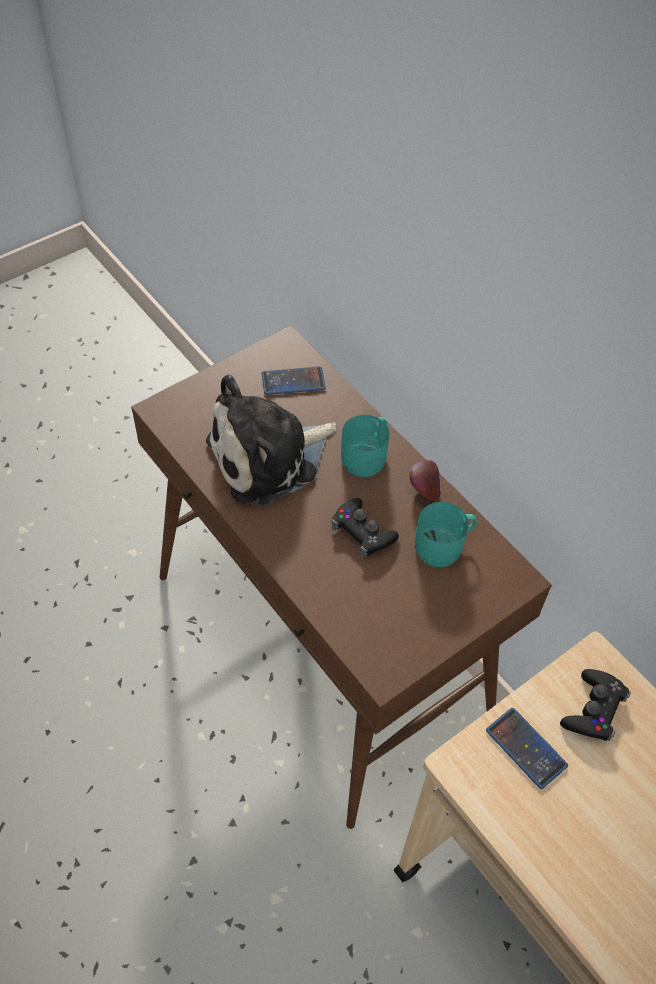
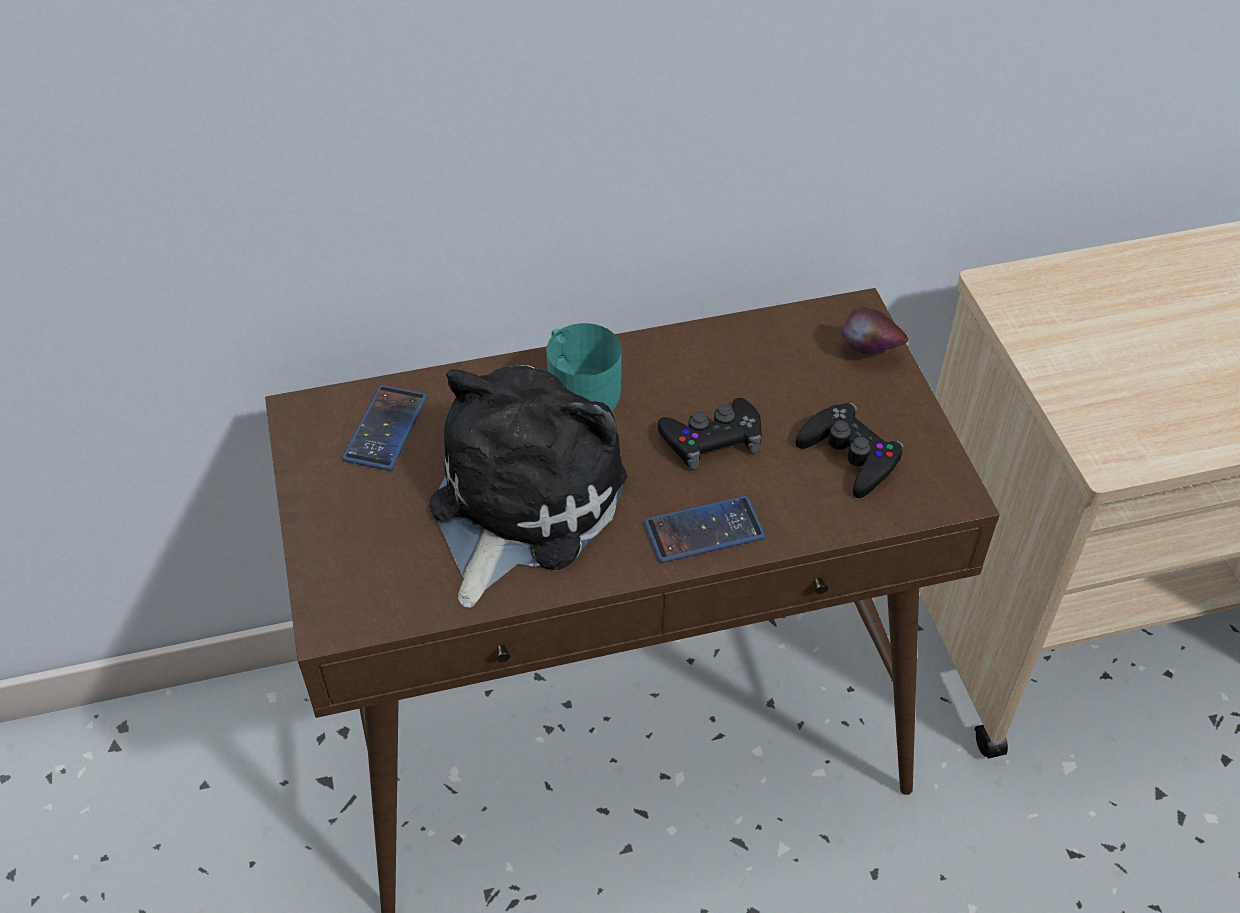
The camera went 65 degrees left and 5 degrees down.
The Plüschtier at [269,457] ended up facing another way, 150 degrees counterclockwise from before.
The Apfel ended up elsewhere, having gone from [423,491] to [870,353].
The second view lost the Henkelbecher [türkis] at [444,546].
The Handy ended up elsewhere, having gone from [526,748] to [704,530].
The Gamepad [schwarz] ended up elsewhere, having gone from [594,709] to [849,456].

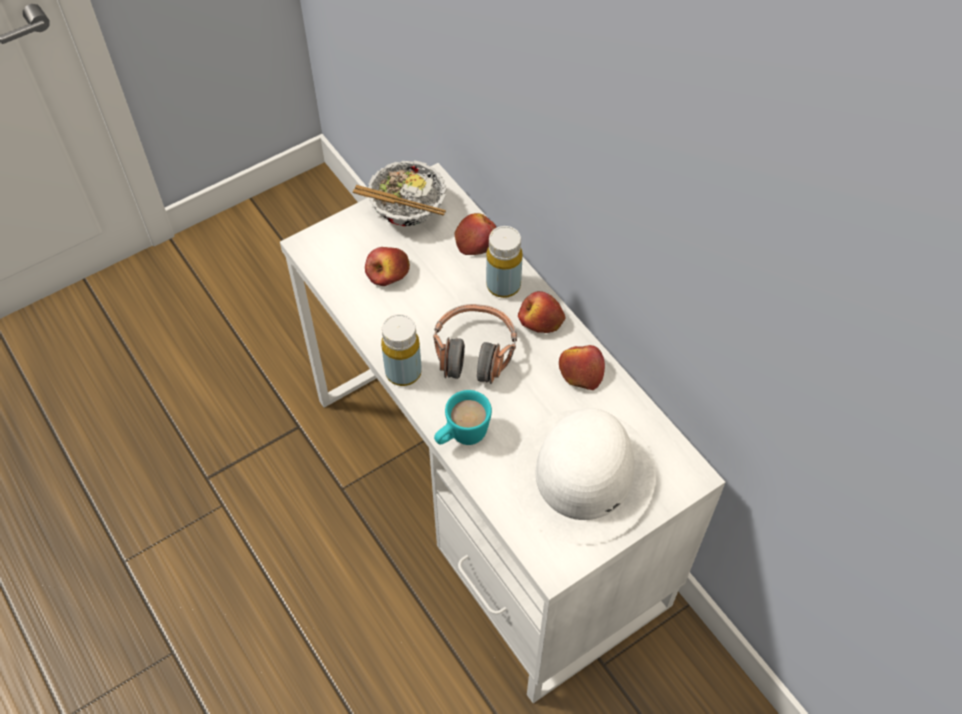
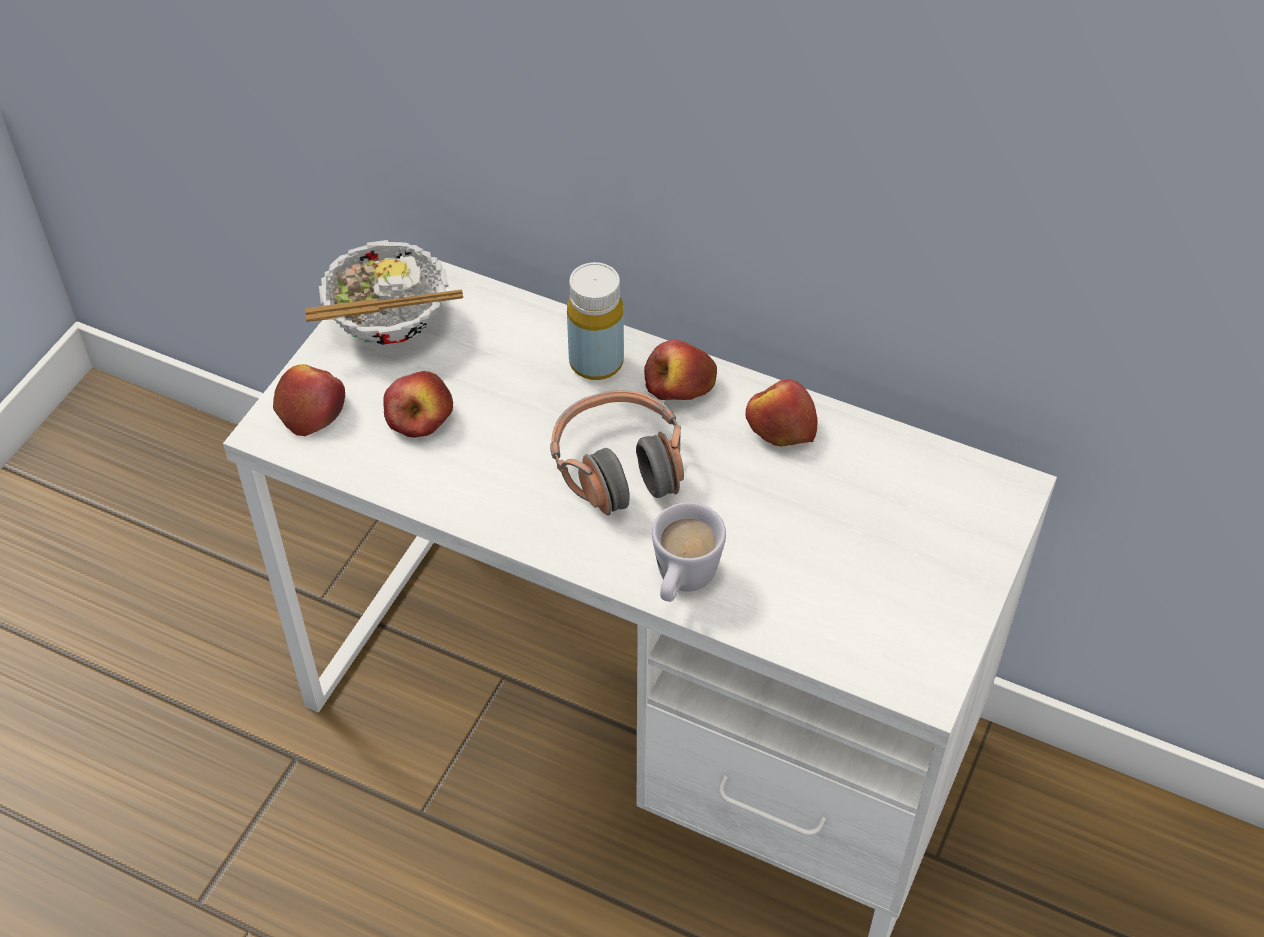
The camera went 30 degrees left and 5 degrees down.
The second view lost the Flasche [gelb] at [403,372].
What was the Henkelbecher [türkis] at [461,436] turned into the Henkelbecher [weiß] at [682,582].
The Apfel ended up elsewhere, having gone from [476,240] to [310,408].
The second view lost the Hut [weiß] at [584,475].

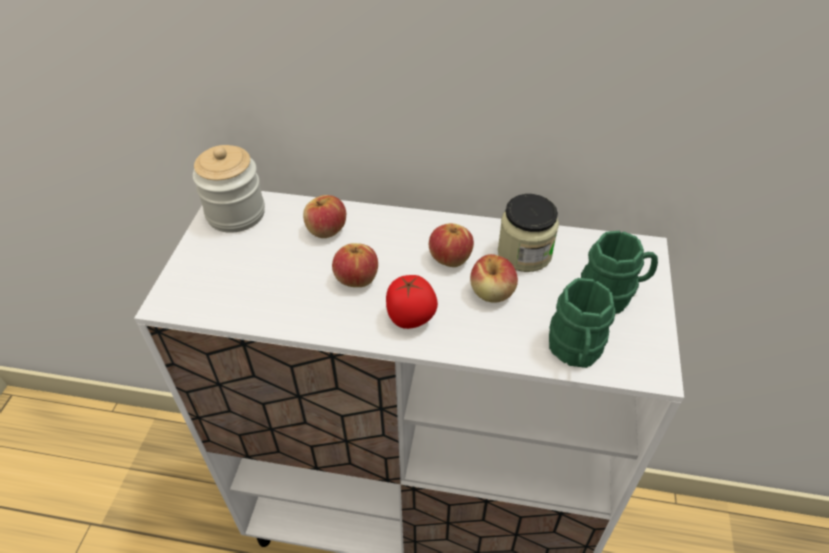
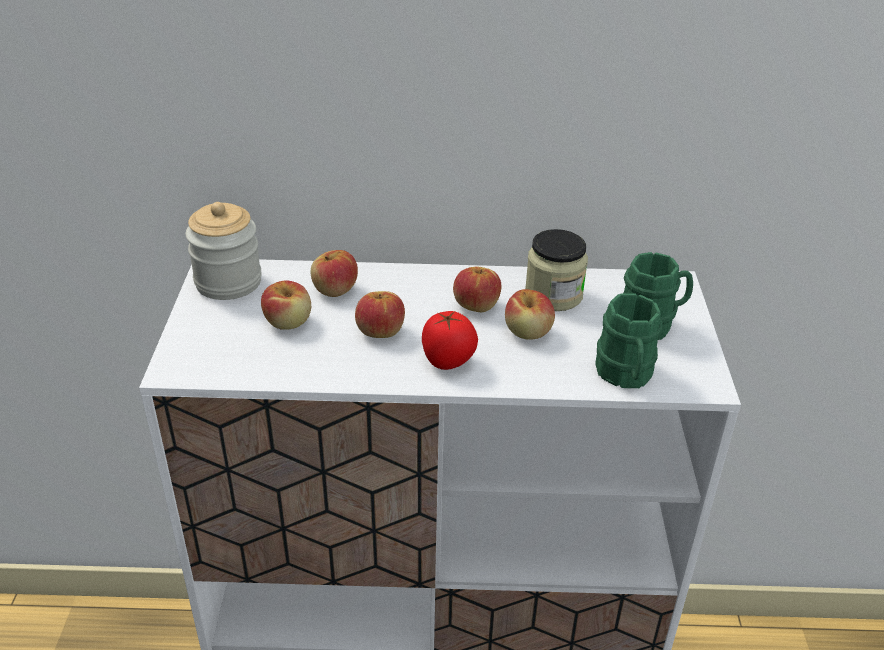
The camera went 10 degrees left and 10 degrees down.
The second view gained the Apfel at [288,322].

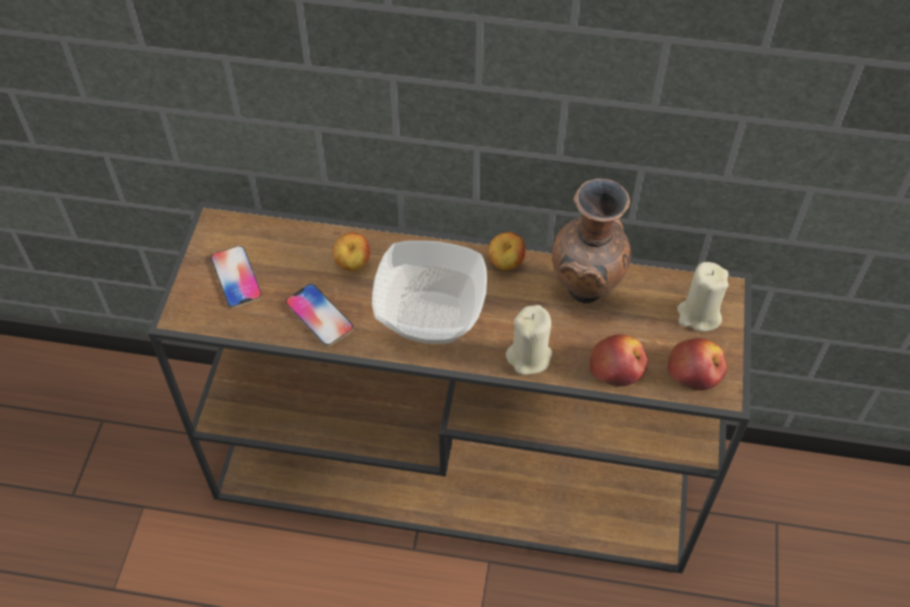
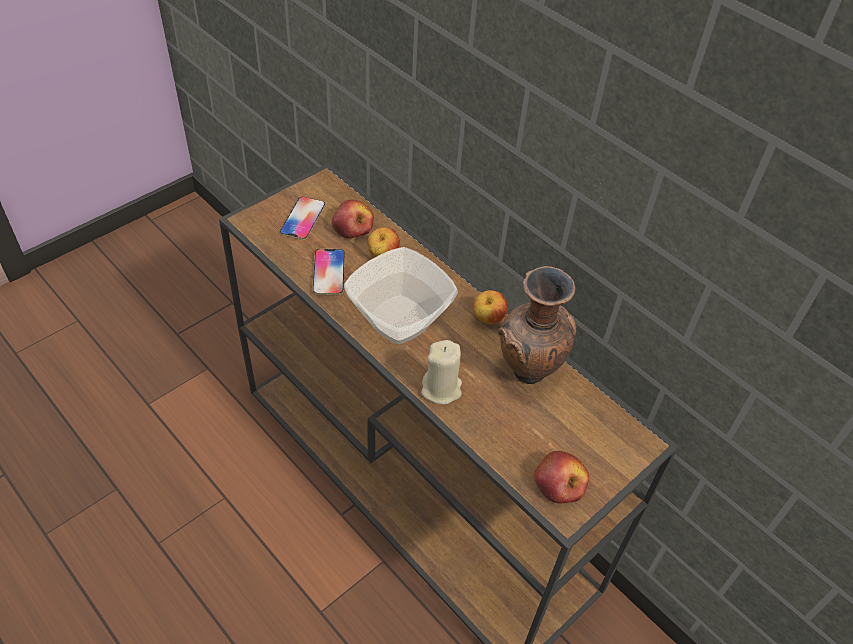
The camera went 35 degrees right and 5 degrees down.
The Apfel ended up elsewhere, having gone from [618,366] to [353,227].
The second view lost the Kerze [beige] at [698,315].

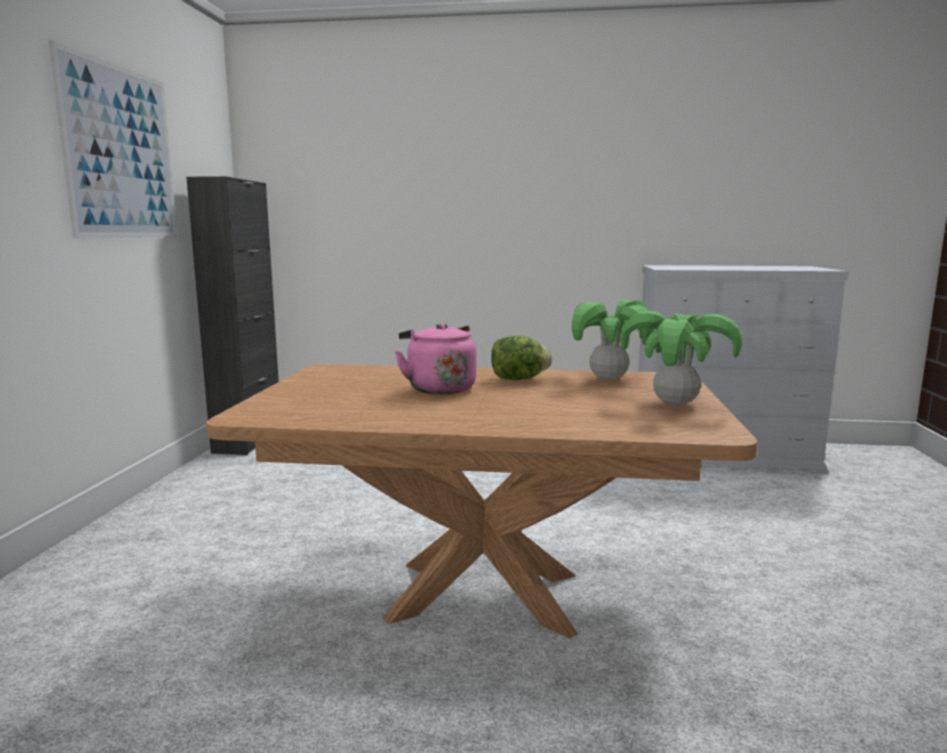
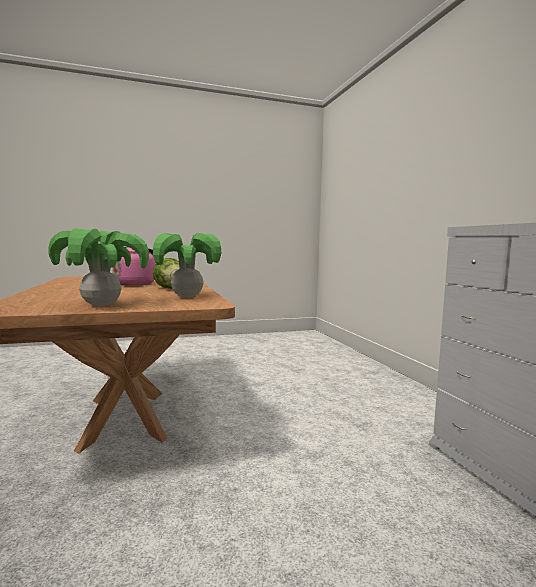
The camera went 65 degrees right and 5 degrees down.
The second view lost the Bild at [121,153].
The second view lost the Schrank [schwarz] at [248,441].

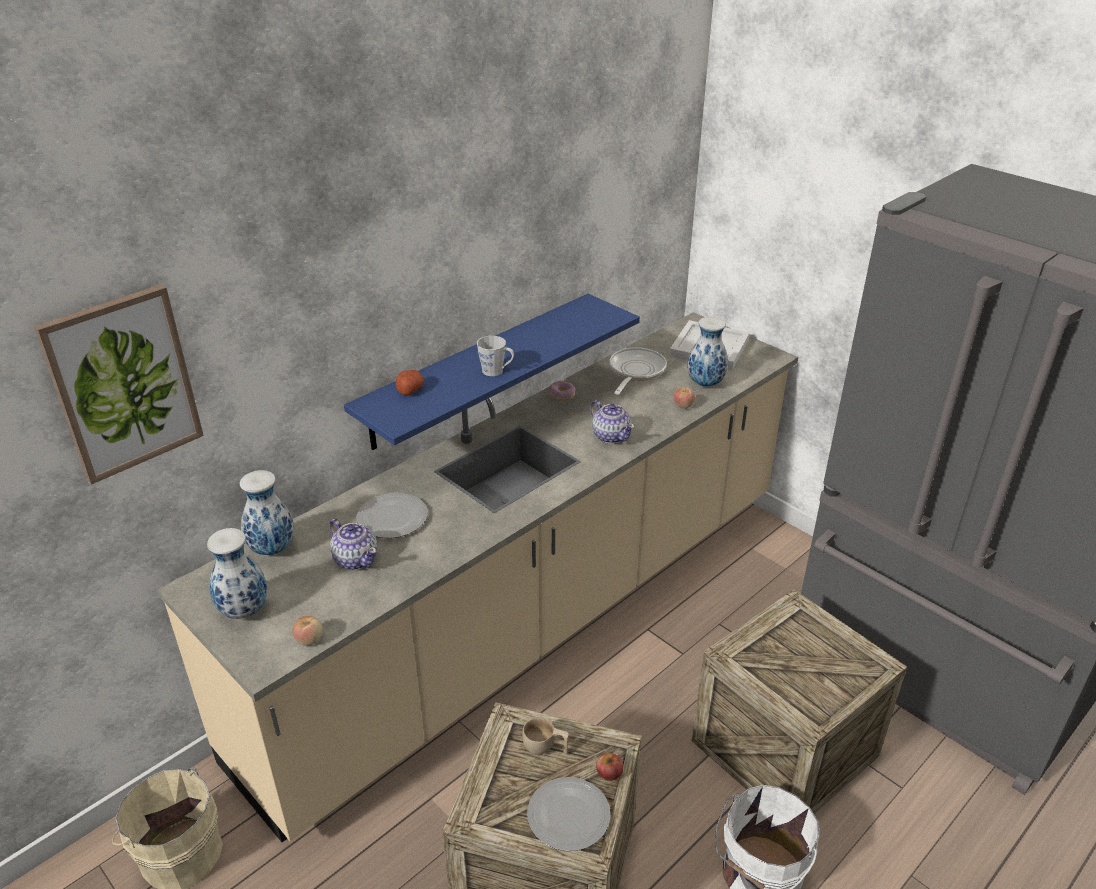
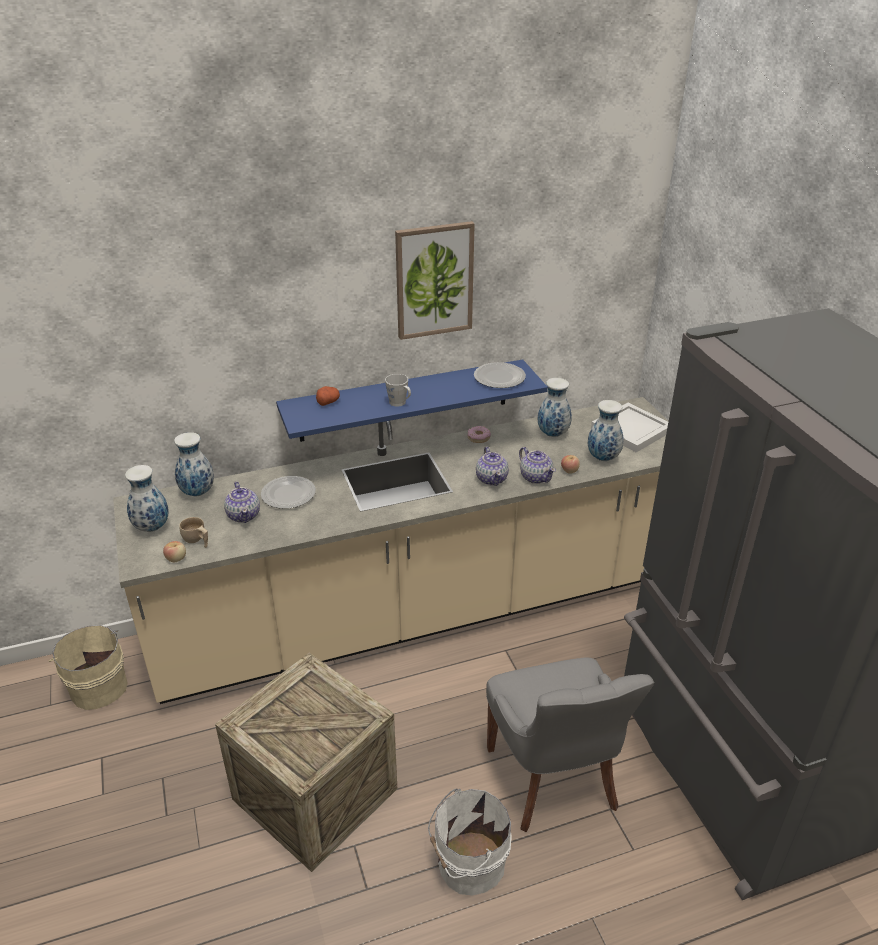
The camera went 25 degrees right and 0 degrees up.
The Bild ended up elsewhere, having gone from [123,383] to [434,280].
The Tasse [beige] ended up elsewhere, having gone from [545,748] to [197,541].
The Teller ended up elsewhere, having gone from [567,816] to [498,378].
The second view lost the Apfel at [609,772].
Where the Pfanne stood at [635,372], the Vase came to stand at [552,434].
Where the Kiste stood at [784,748], the Stuhl [grau] came to stand at [554,780].
The second view gained the Teekanne at [536,477].

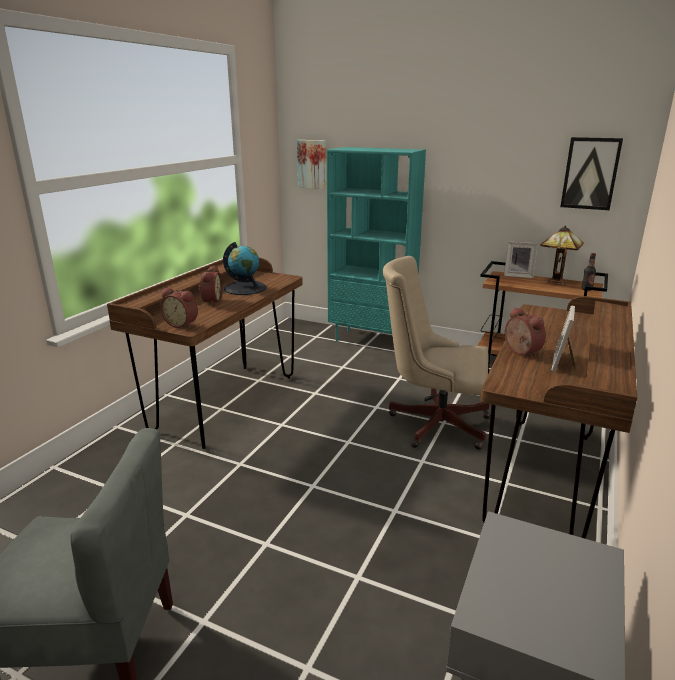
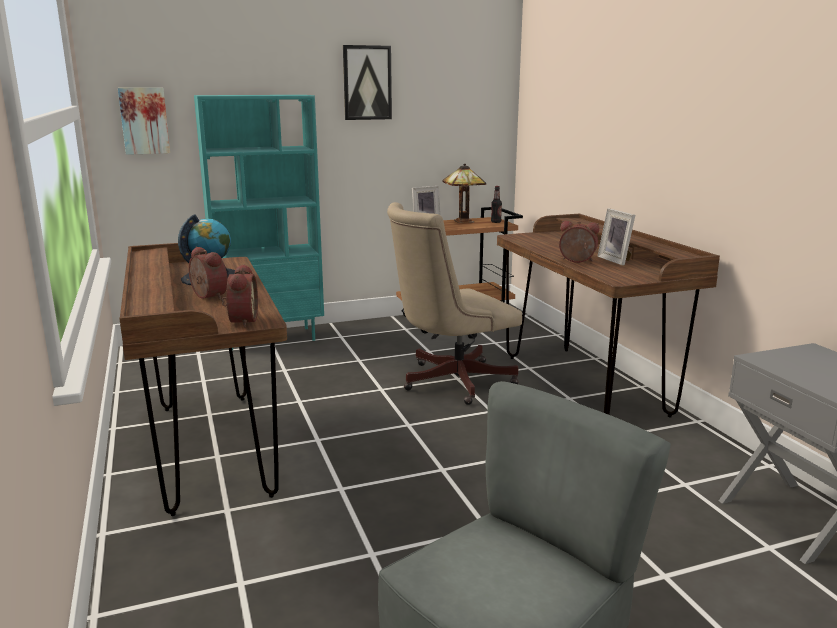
The camera went 45 degrees left and 5 degrees down.
The Wecker at [182,324] ended up facing another way, 75 degrees counterclockwise from before.
The Bild ended up elsewhere, having gone from [590,173] to [367,83].

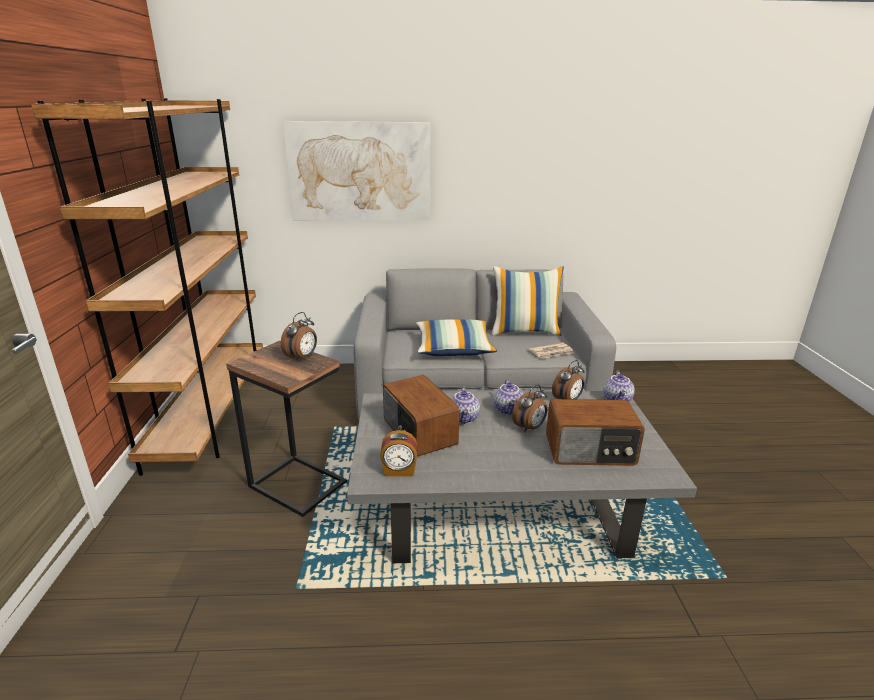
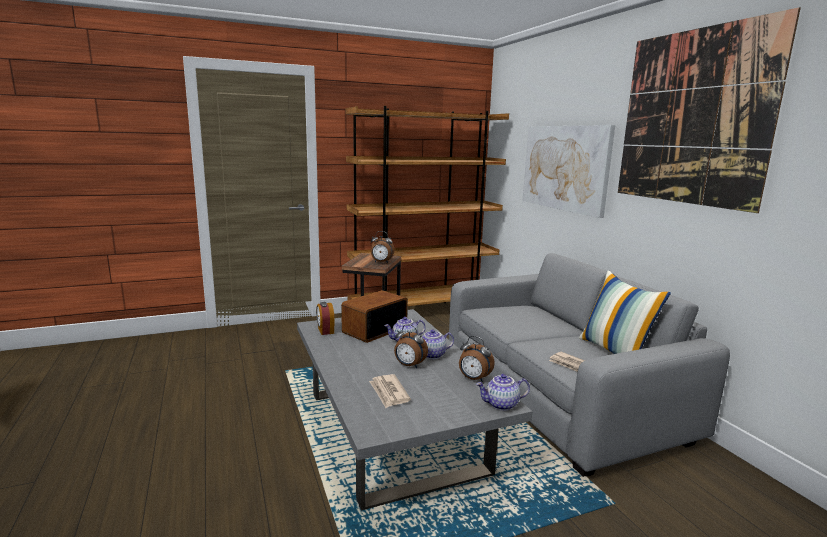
The camera went 70 degrees right and 10 degrees down.
The second view lost the Kissen at [454,349].
Where the Radio stood at [590,451], the Zeitung came to stand at [389,393].
The second view gained the Bild at [692,118].

